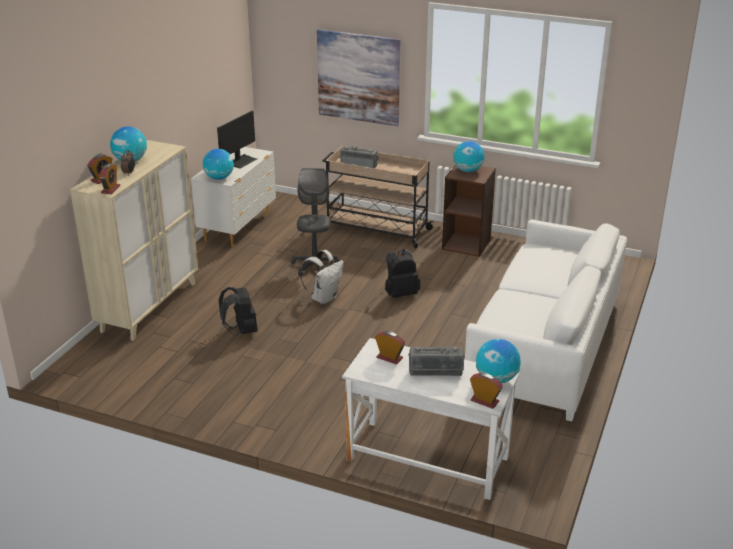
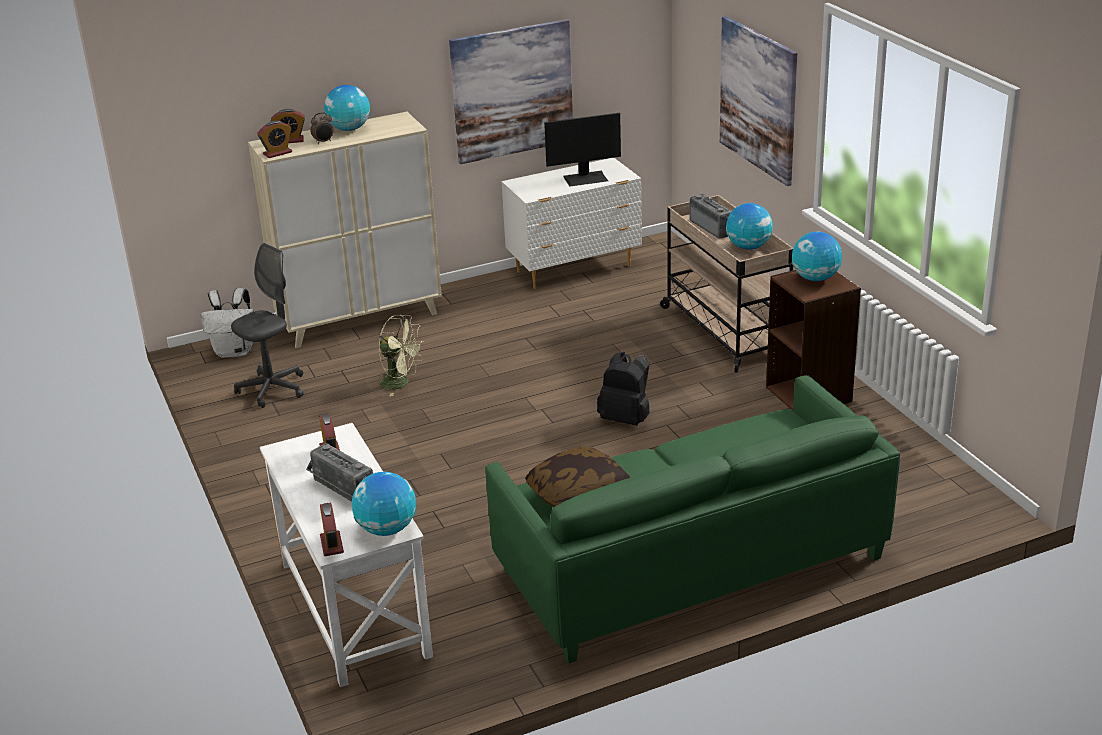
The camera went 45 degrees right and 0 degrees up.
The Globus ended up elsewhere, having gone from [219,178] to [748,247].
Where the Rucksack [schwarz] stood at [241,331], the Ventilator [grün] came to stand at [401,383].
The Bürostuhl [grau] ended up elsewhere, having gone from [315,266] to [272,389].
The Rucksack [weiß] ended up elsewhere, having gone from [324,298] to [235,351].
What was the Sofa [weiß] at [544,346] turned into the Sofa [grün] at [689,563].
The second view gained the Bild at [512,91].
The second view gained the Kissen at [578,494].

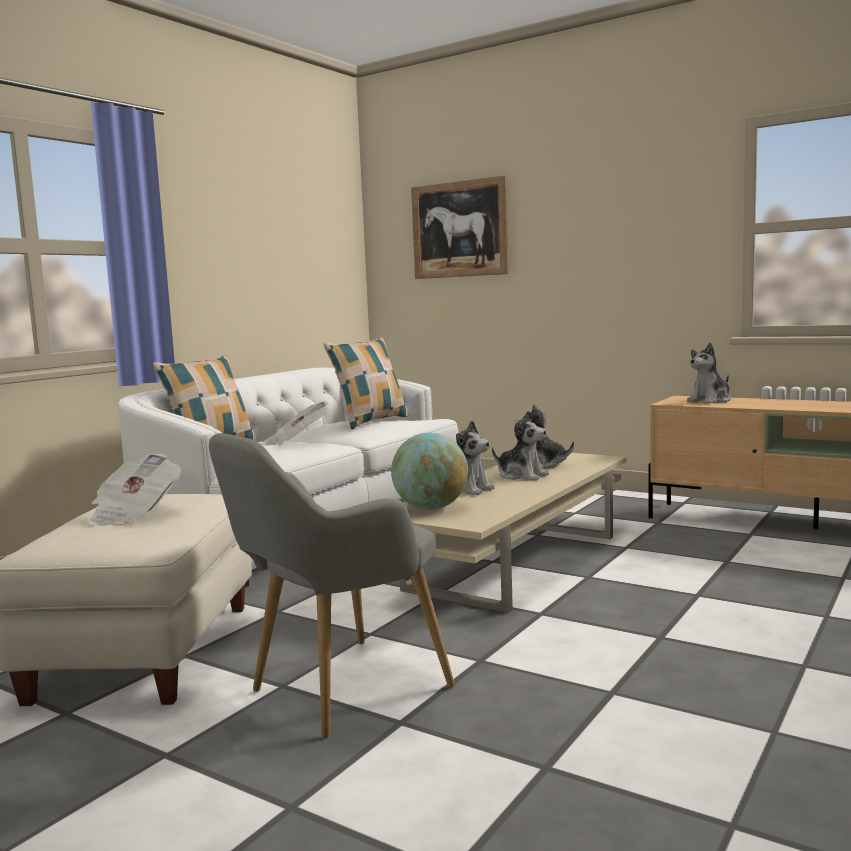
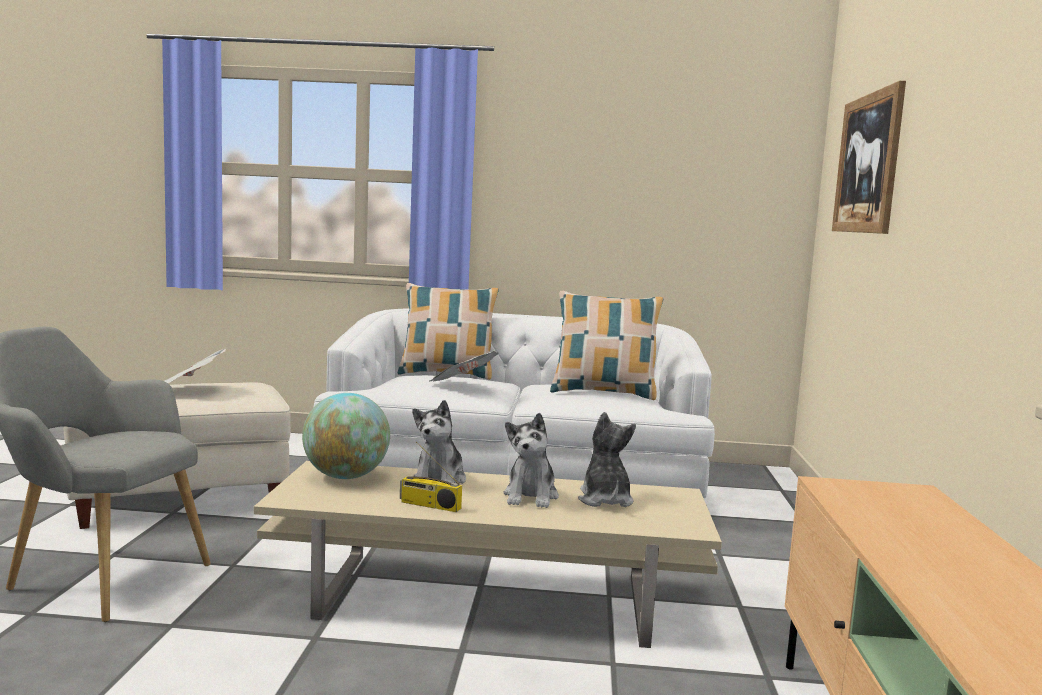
The camera went 60 degrees right and 0 degrees up.
The second view lost the Plüschtier at [710,400].
The second view gained the Radio at [429,505].

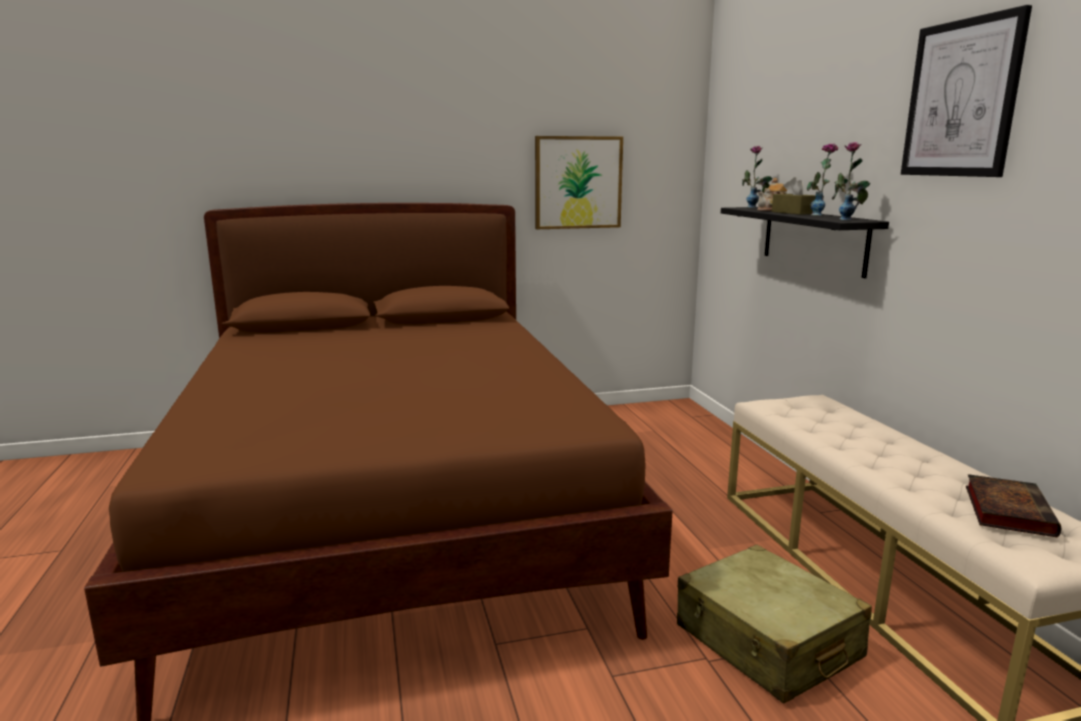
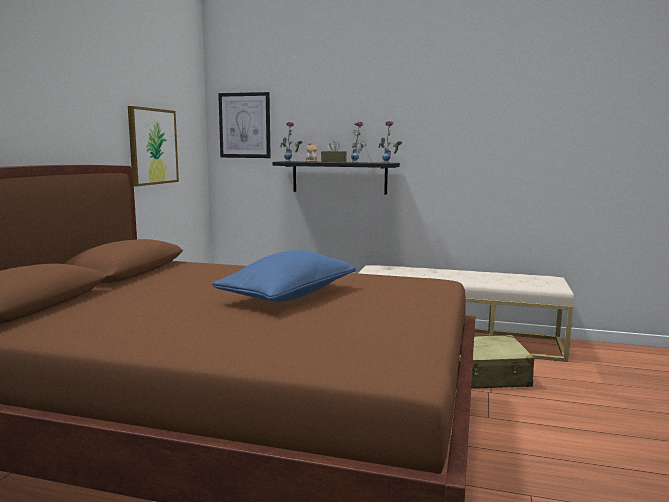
The camera went 60 degrees left and 5 degrees down.
The Bild ended up elsewhere, having gone from [961,99] to [245,125].
The second view lost the Buch at [1006,509].
The second view gained the Kissen [blau] at [288,296].

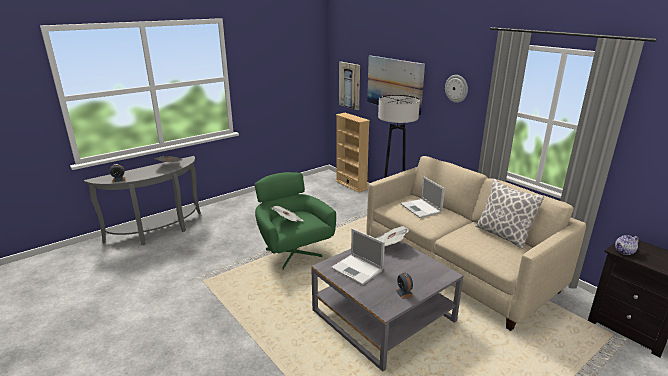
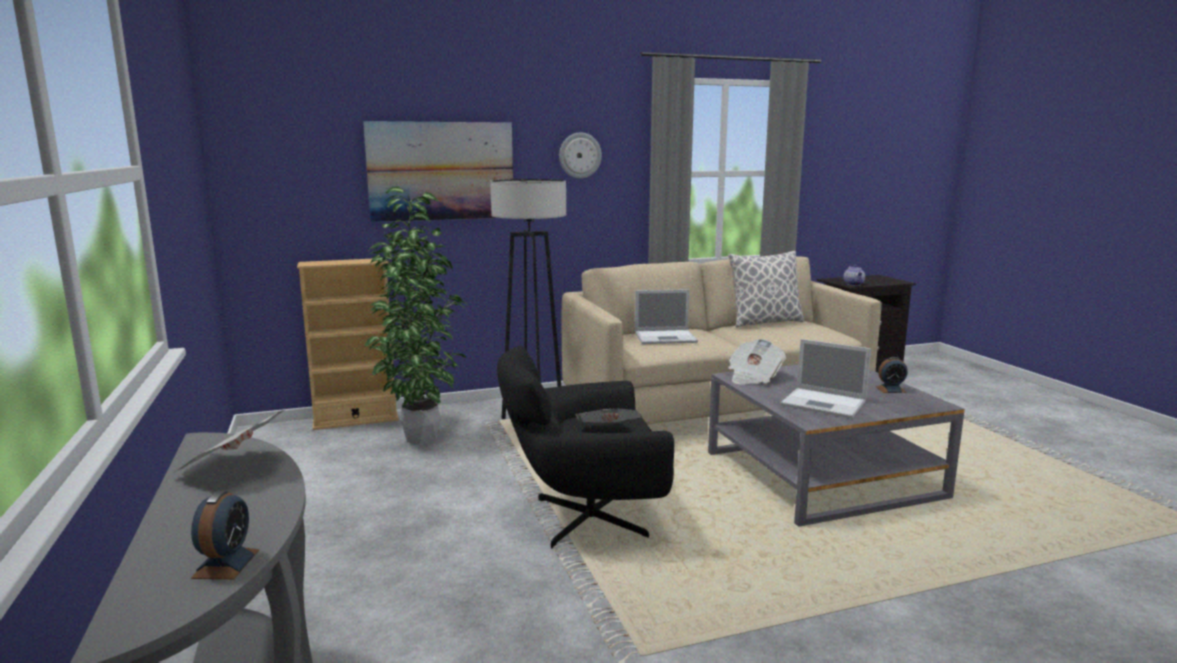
The camera went 70 degrees left and 10 degrees down.
What was the Sessel [grün] at [292,252] turned into the Sessel [schwarz] at [585,519].
The Laptop at [358,269] ended up facing another way, 60 degrees clockwise from before.
The second view lost the Bild at [350,85].
The second view gained the Topfpflanze at [421,437].

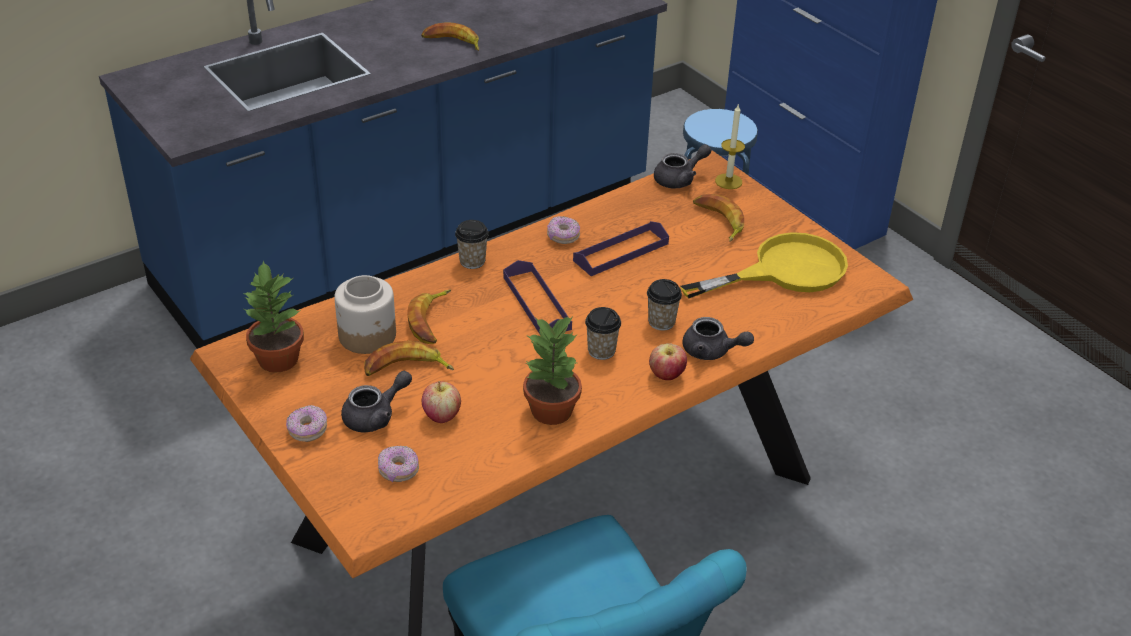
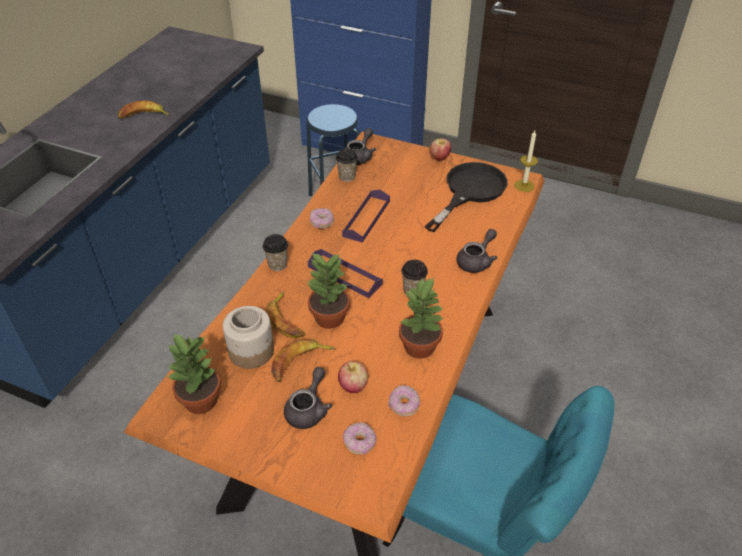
The camera went 30 degrees left and 5 degrees up.
The Donut ended up elsewhere, having gone from [307,430] to [403,405].
The Tasse ended up elsewhere, having gone from [661,322] to [347,176].
The Apfel ended up elsewhere, having gone from [666,375] to [439,158].
What was the Pfanne [gelb] at [784,271] turned into the Pfanne [schwarz] at [469,191].
The Teekanne [grau] at [712,352] ended up facing another way, 45 degrees counterclockwise from before.
The second view lost the Banane at [718,221].
The Kerze ended up elsewhere, having gone from [728,181] to [524,185].
The second view gained the Topfpflanze at [328,317].

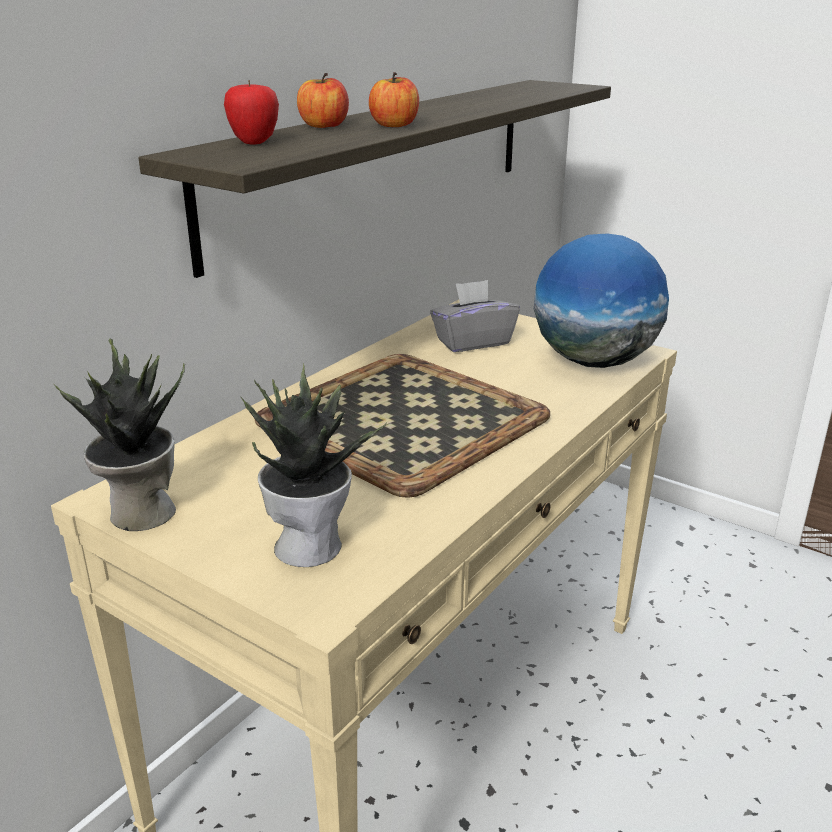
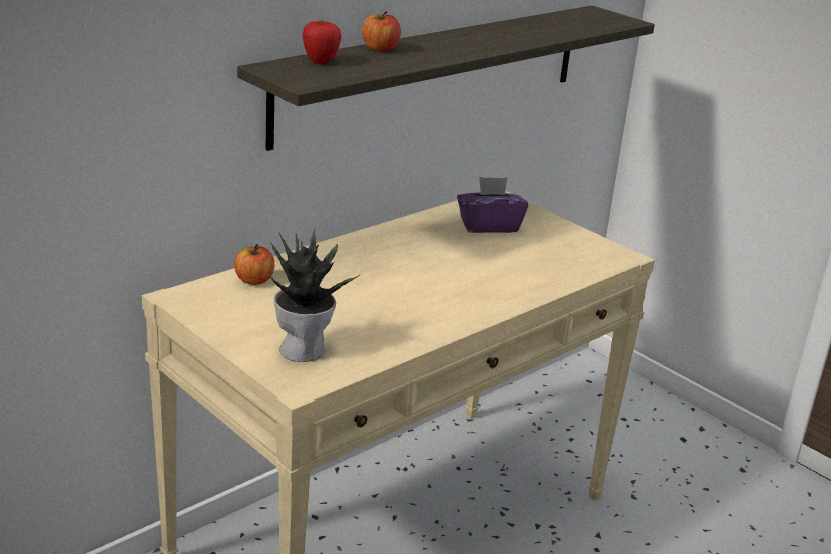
The camera went 10 degrees right and 0 degrees up.
The second view lost the Topfpflanze at [140,513].
The second view lost the Tablett at [403,418].
The Apfel ended up elsewhere, having gone from [394,125] to [254,280].
What was the Taschentuchbox [grau] at [473,342] turned into the Taschentuchbox [lila] at [489,226].
The second view lost the Globus at [594,362].

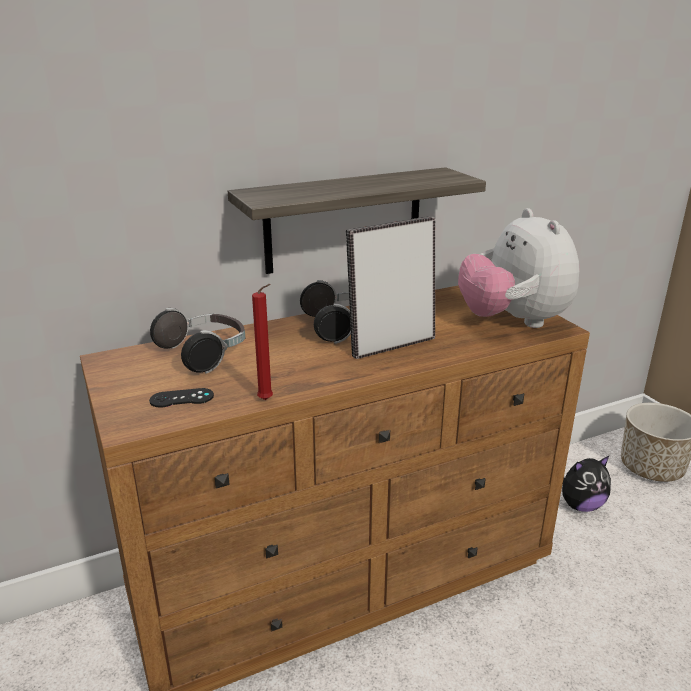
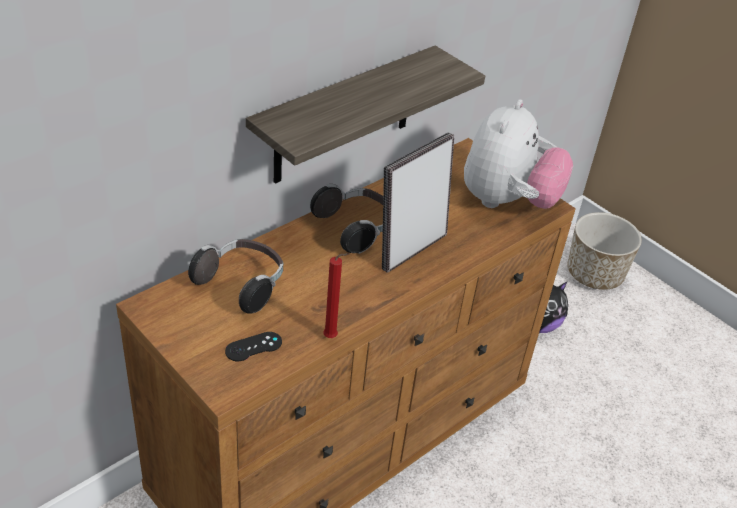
The camera went 20 degrees left and 15 degrees up.
The Plüschtier at [513,321] ended up facing another way, 120 degrees counterclockwise from before.

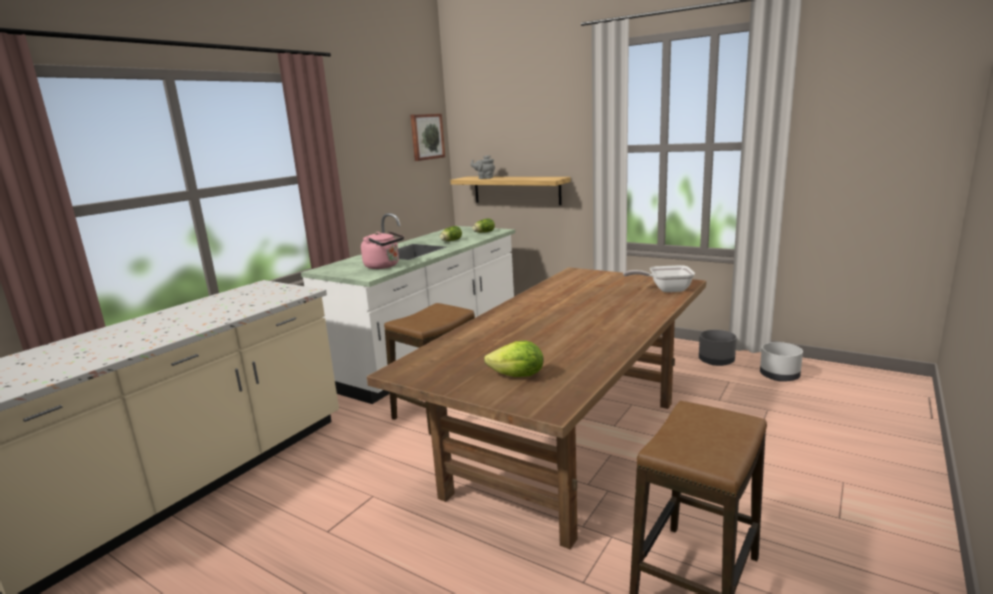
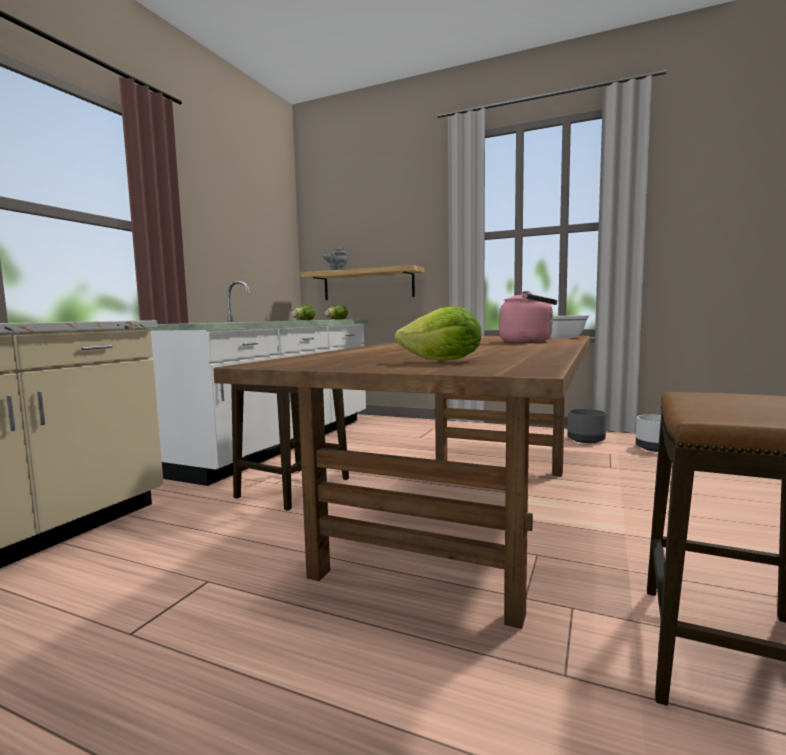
The camera went 10 degrees left and 10 degrees down.
The Wasserkessel [rosa] ended up elsewhere, having gone from [384,266] to [529,341].
The second view lost the Bild at [426,136].

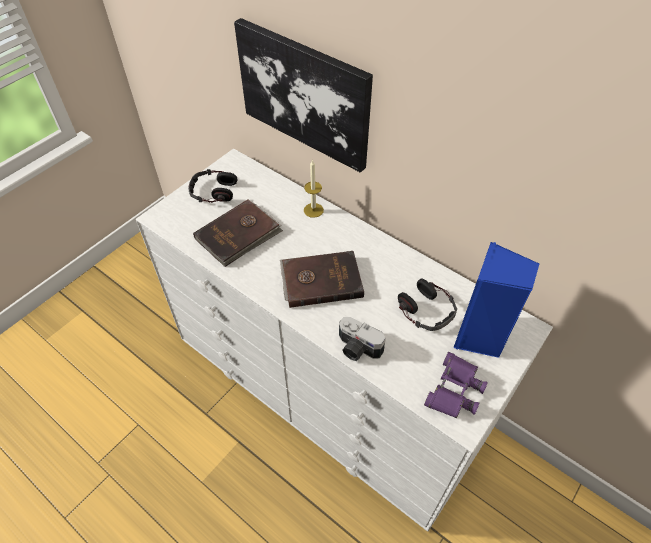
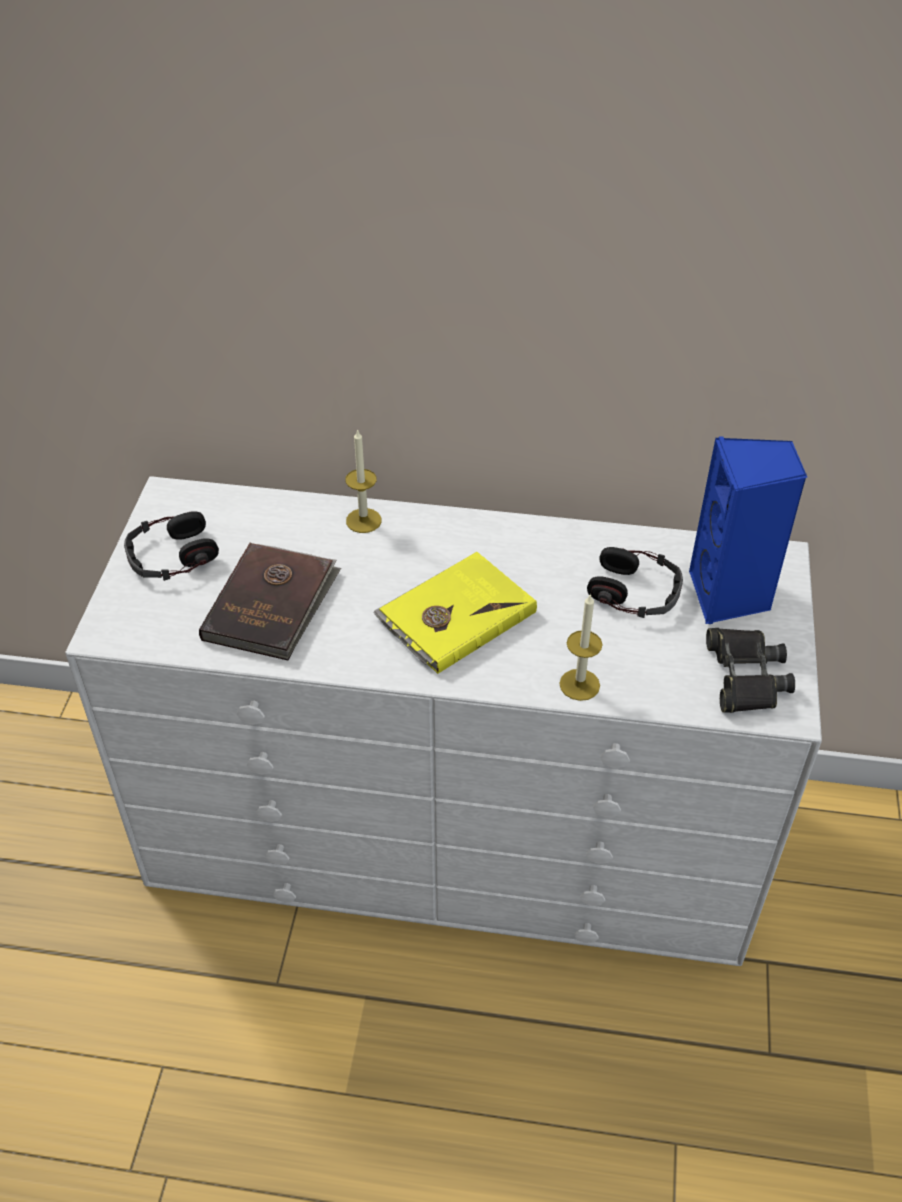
The camera went 30 degrees left and 5 degrees down.
The second view lost the Bild at [304,94].
What was the Buch [braun] at [321,280] turned into the Buch [gelb] at [455,615].
Where the Kamera stood at [357,349], the Kerze came to stand at [579,684].
What was the Fernglas [lila] at [454,390] turned into the Fernglas [schwarz] at [745,676].

